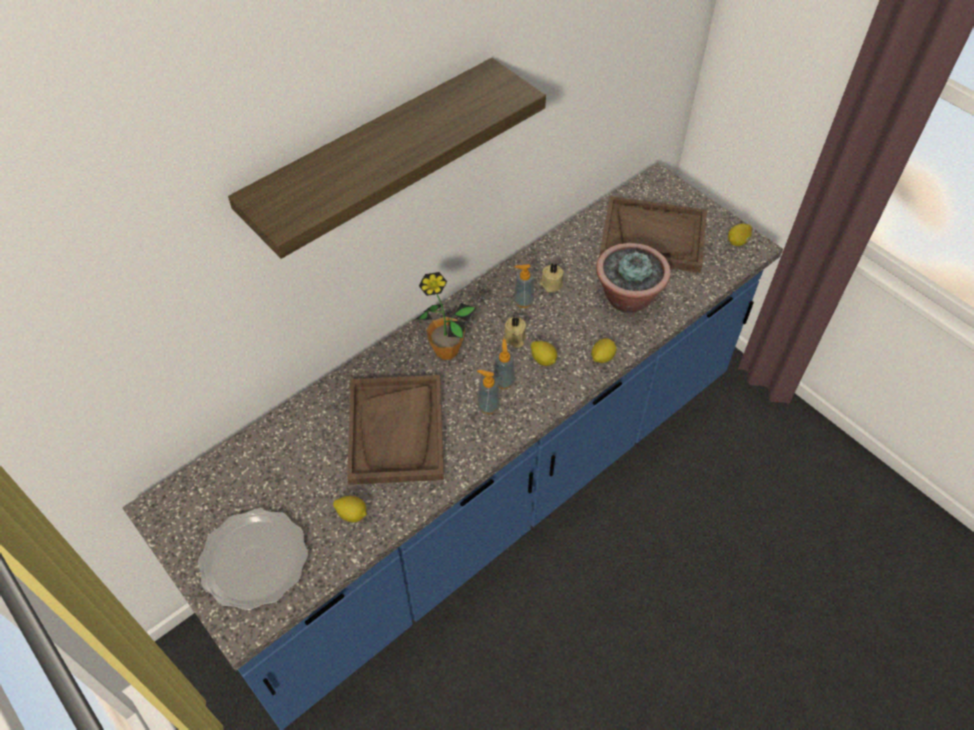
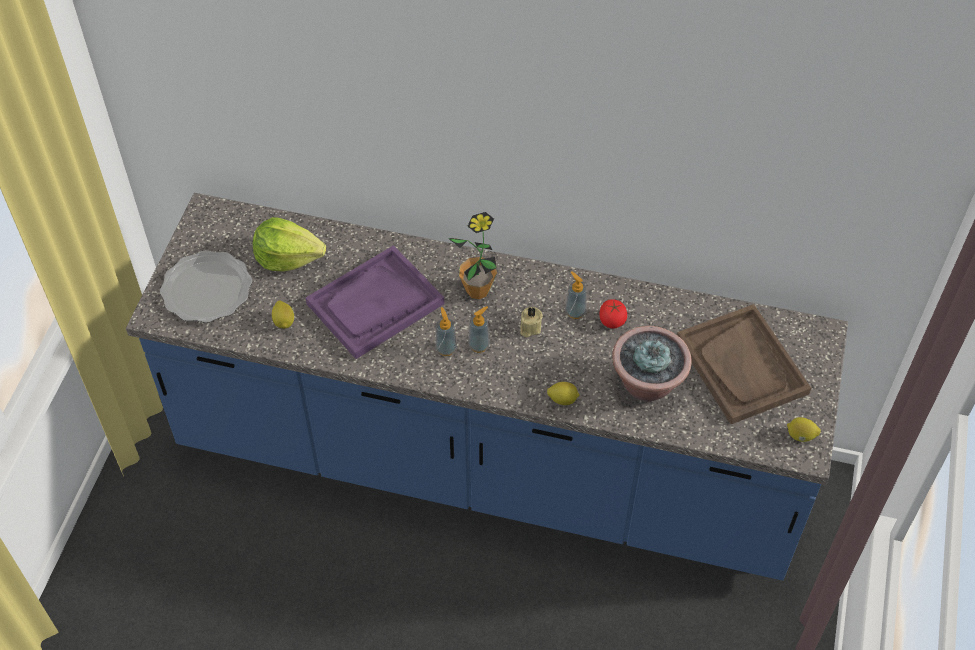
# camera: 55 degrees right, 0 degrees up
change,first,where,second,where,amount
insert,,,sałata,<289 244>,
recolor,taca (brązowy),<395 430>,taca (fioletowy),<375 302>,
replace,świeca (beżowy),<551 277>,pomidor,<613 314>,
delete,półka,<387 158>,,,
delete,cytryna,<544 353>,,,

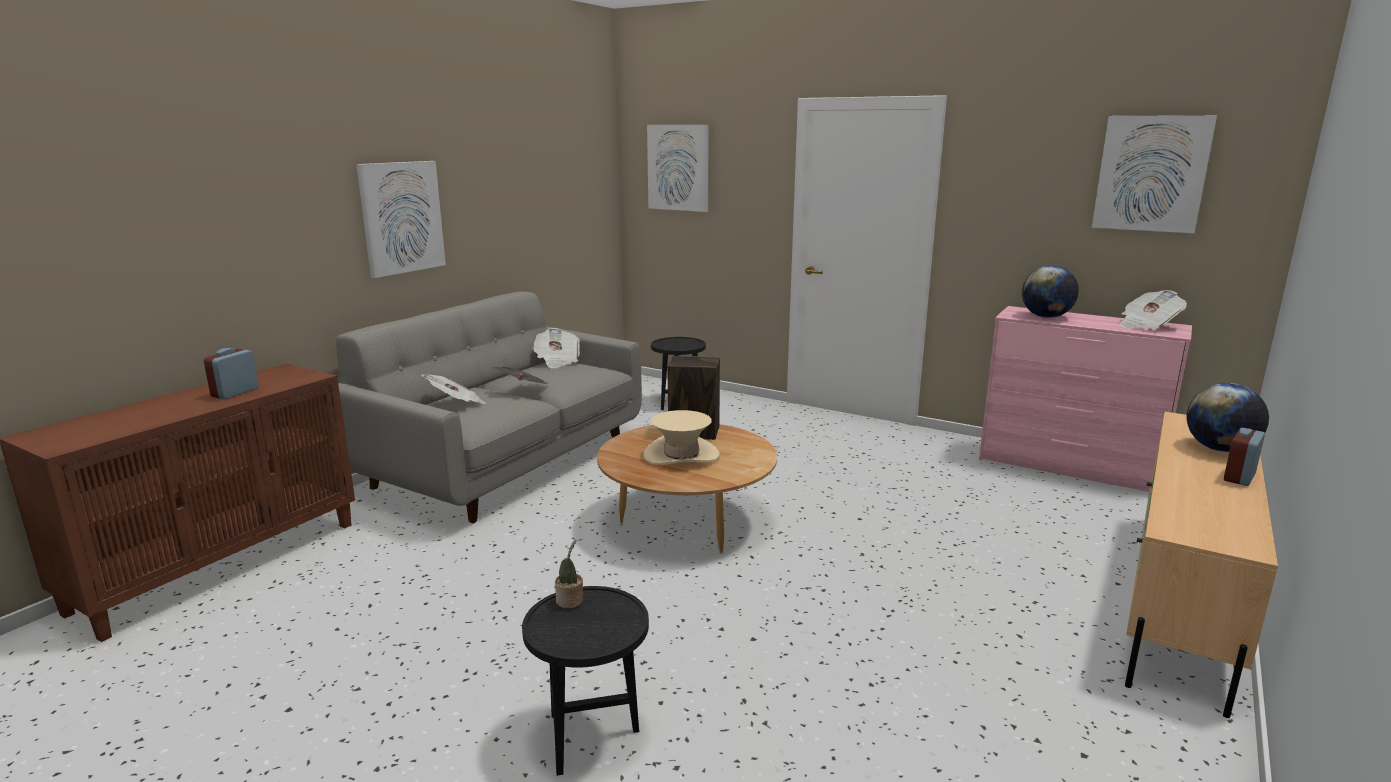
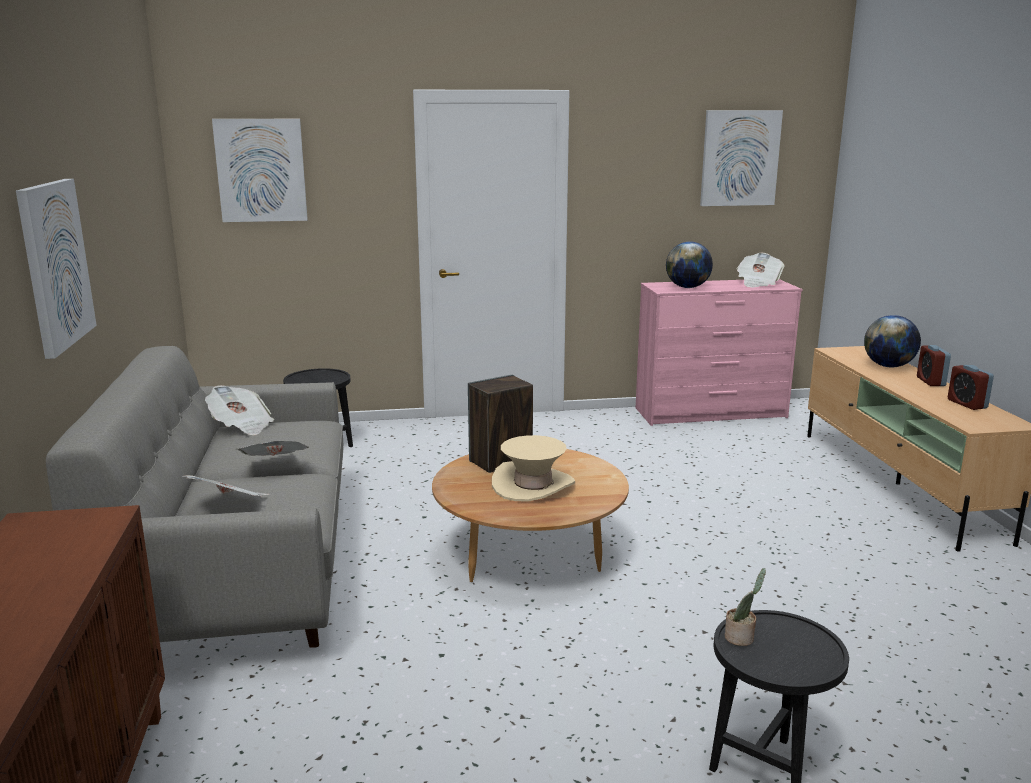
# camera: 40 degrees left, 0 degrees up
change,first,where,second,where,amount
move,budzik,<231 373>,,<971 387>,

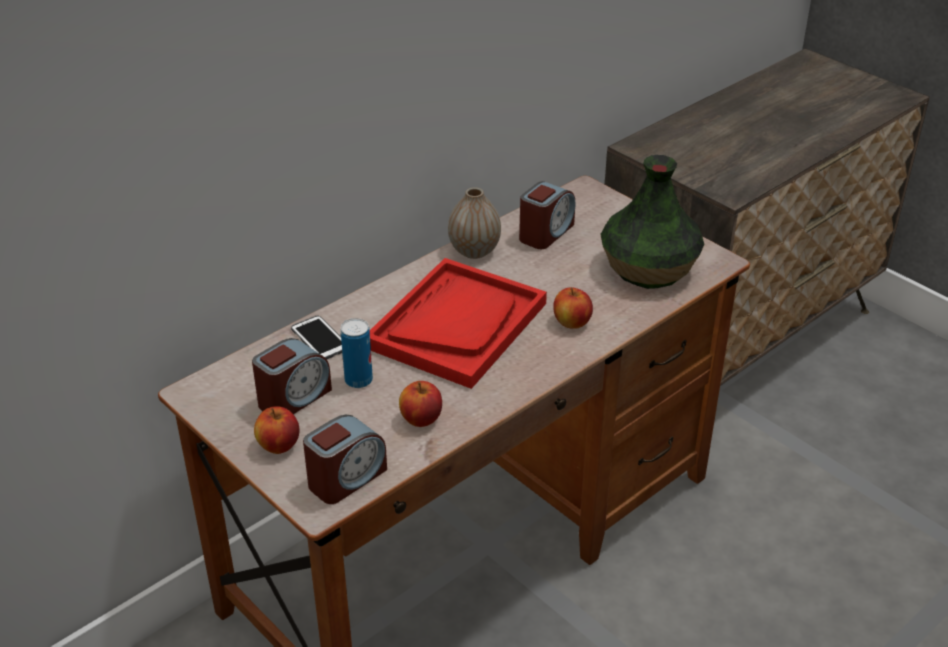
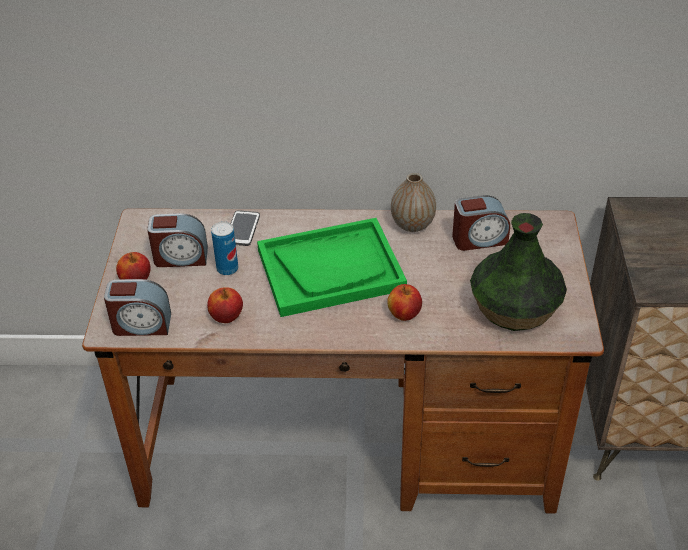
# camera: 45 degrees right, 5 degrees up
change,first,where,second,where,amount
recolor,taca (czerwony),<458 323>,taca (zielony),<332 267>,

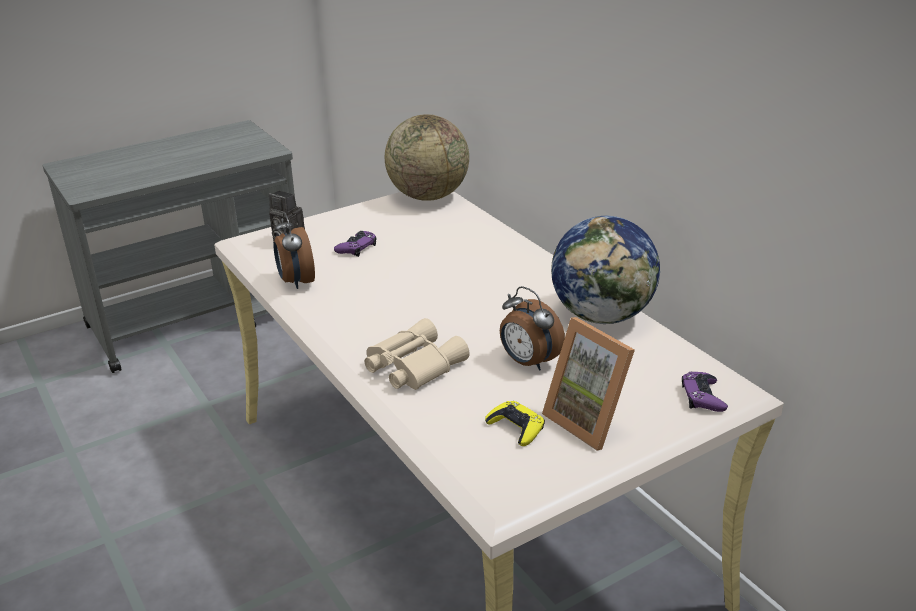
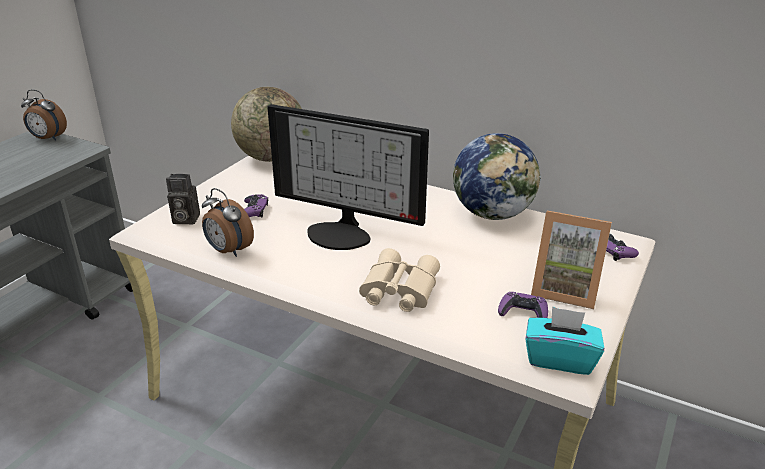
# camera: 30 degrees left, 0 degrees up
change,first,where,second,where,amount
move,budzik,<532 328>,,<44 115>,
insert,,,monitor,<348 177>,
recolor,pad do gier (żółty),<515 423>,pad do gier (fioletowy),<523 305>,
insert,,,pudełko chusteczek (turkusowy),<565 340>,

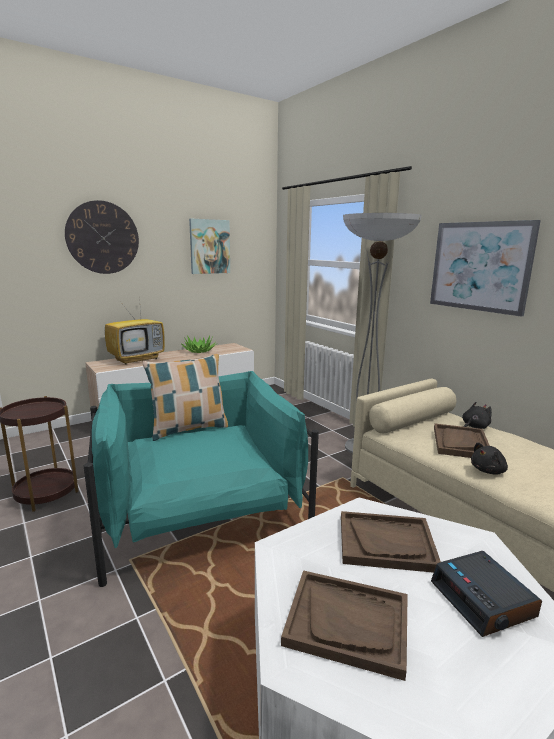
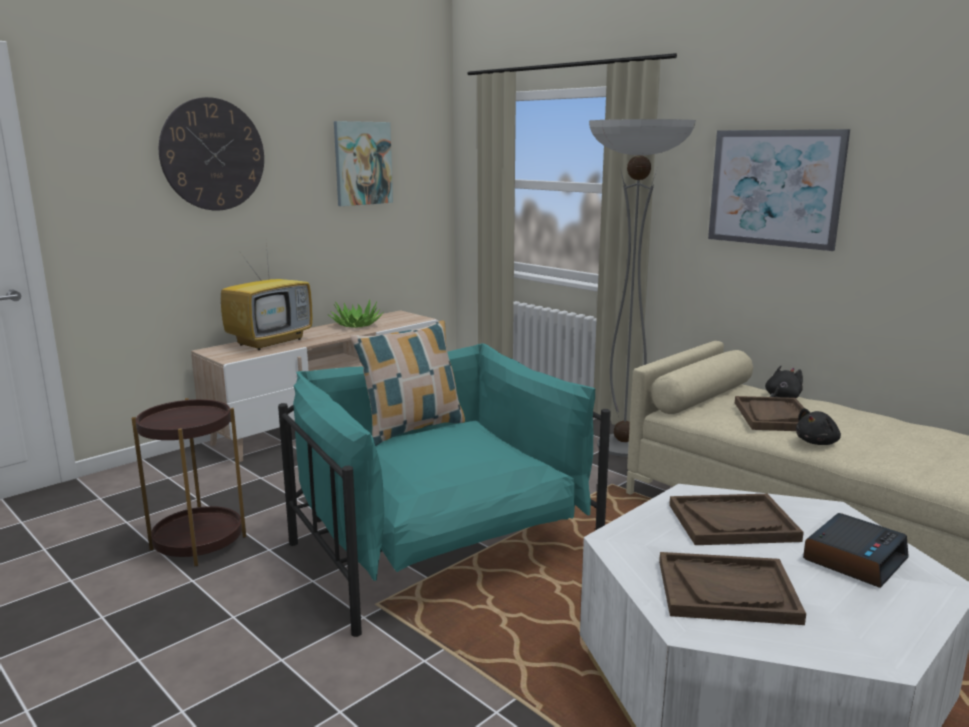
# camera: 10 degrees left, 0 degrees up
change,first,where,second,where,amount
rotate,budzik,<486 594>,,<856 550>,105 degrees counterclockwise

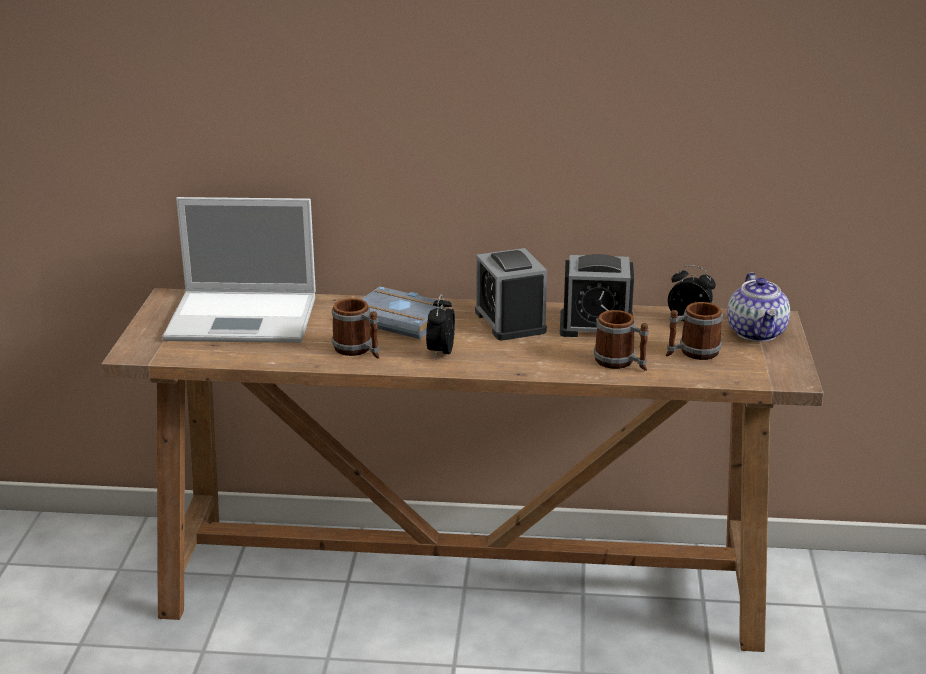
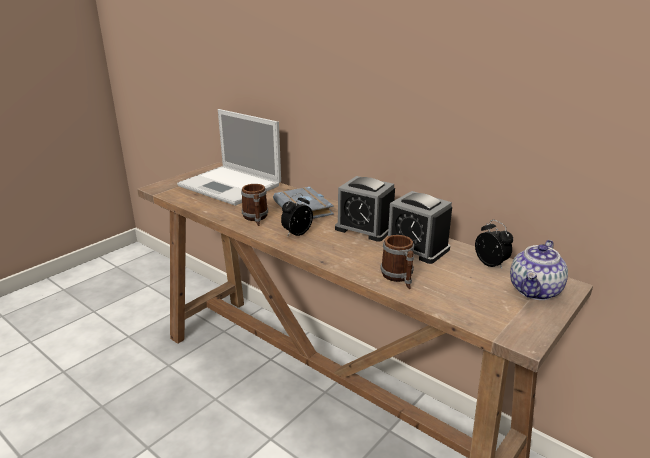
# camera: 35 degrees right, 0 degrees up
change,first,where,second,where,amount
rotate,budzik,<511 294>,,<365 209>,75 degrees counterclockwise
delete,kubek,<694 331>,,,

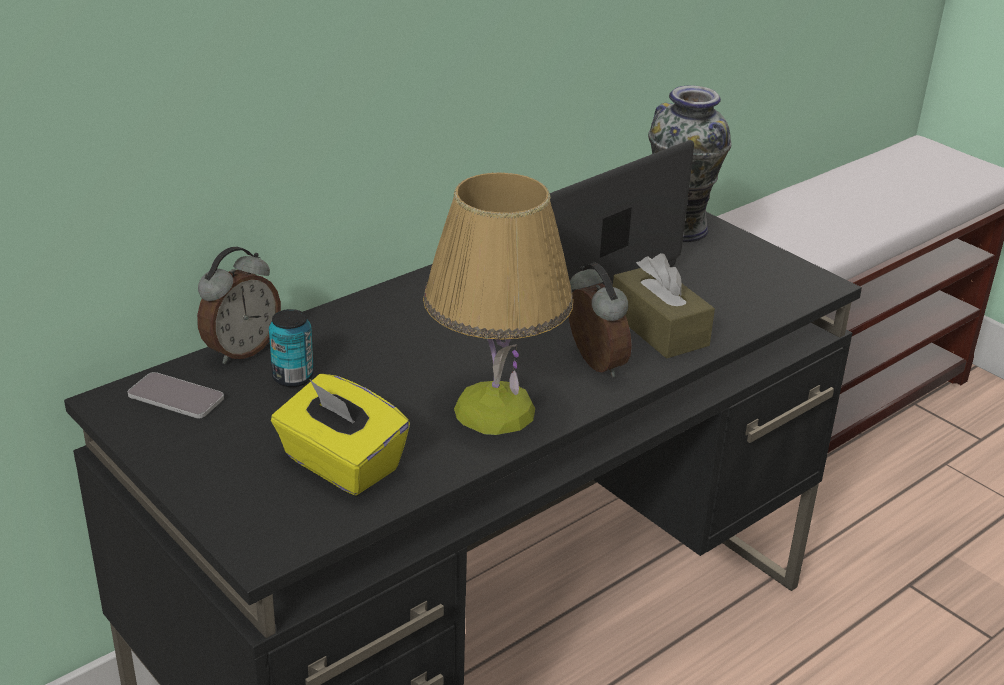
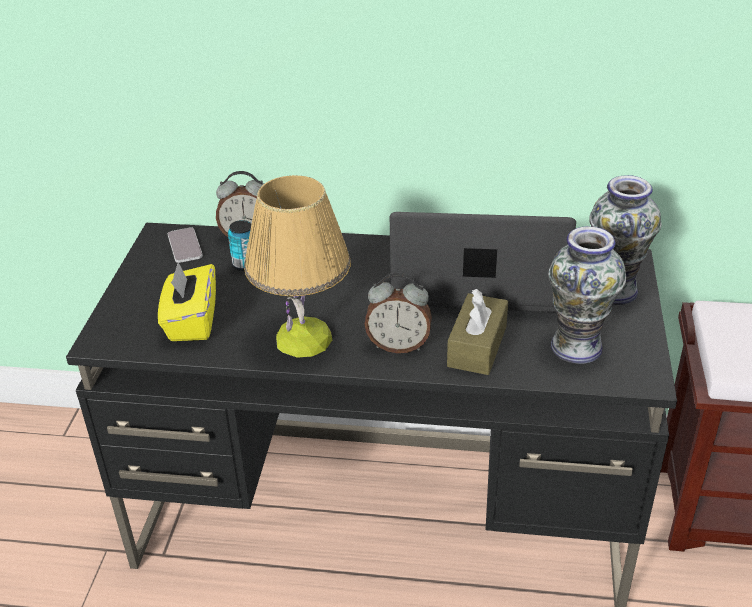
# camera: 50 degrees right, 5 degrees up
change,first,where,second,where,amount
rotate,budzik,<600 320>,,<398 313>,75 degrees clockwise
insert,,,wazon,<587 295>,

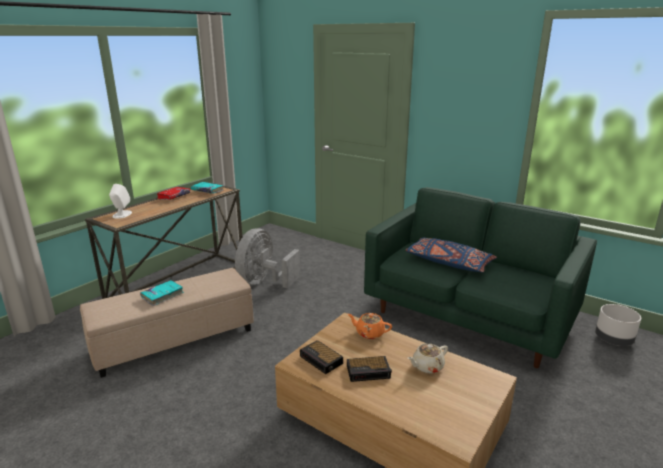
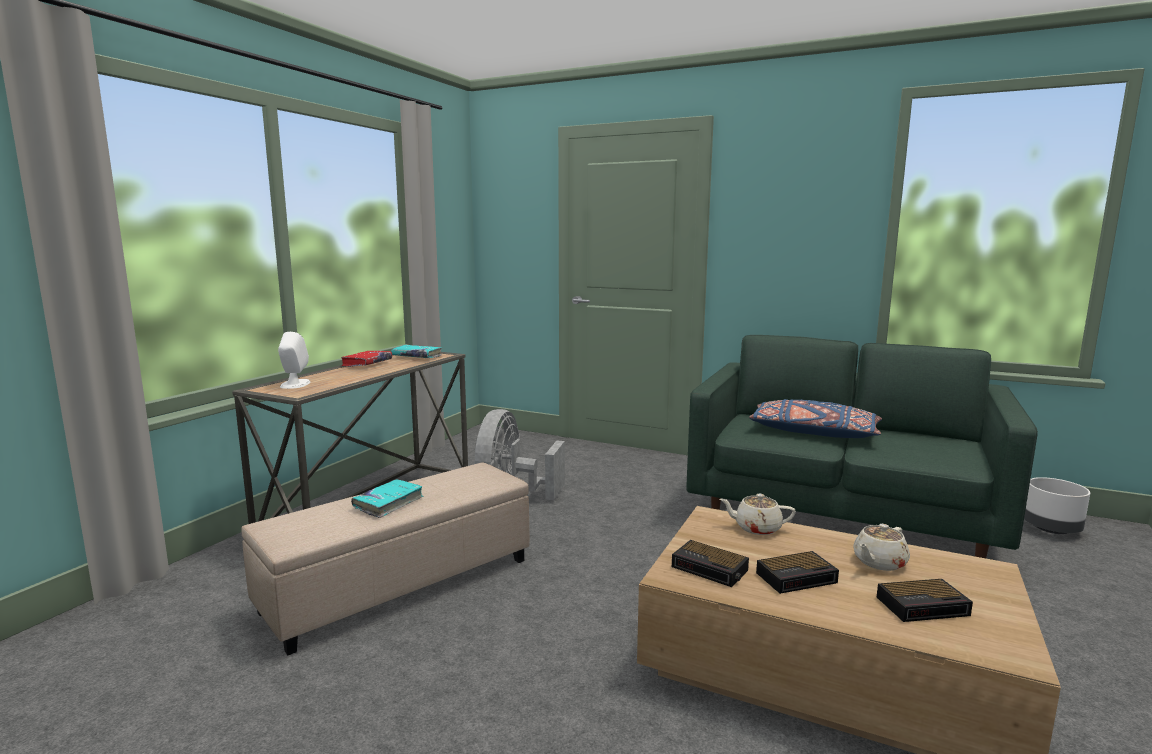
# camera: 10 degrees left, 10 degrees down
change,first,where,second,where,amount
recolor,imbryk (pomarańczowy),<370 326>,imbryk (beżowy),<758 514>,
insert,,,budzik,<925 600>,

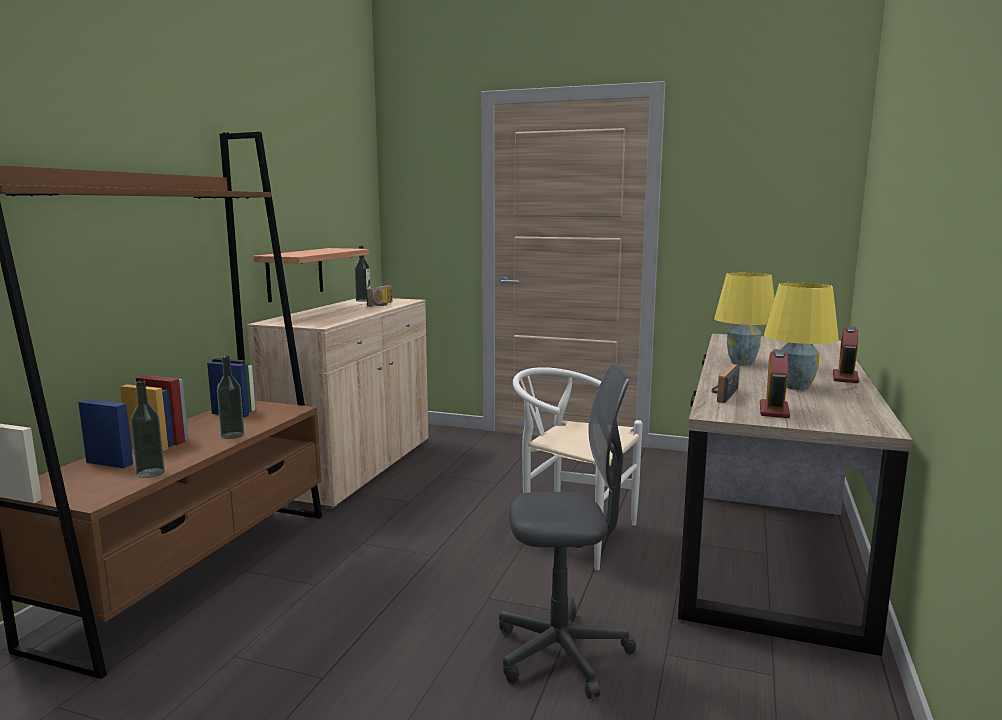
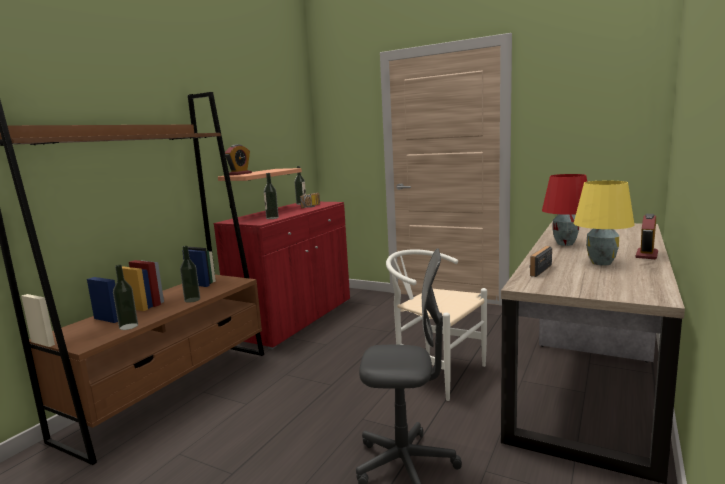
# camera: 10 degrees right, 0 degrees up
change,first,where,second,where,amount
recolor,szafka (beżowy),<337 404>,szafka (czerwony),<282 275>,
move,budzik,<775 383>,,<238 159>,
insert,,,butelka,<271 196>,
recolor,lampa stołowa (żółty),<744 319>,lampa stołowa (czerwony),<564 210>,

